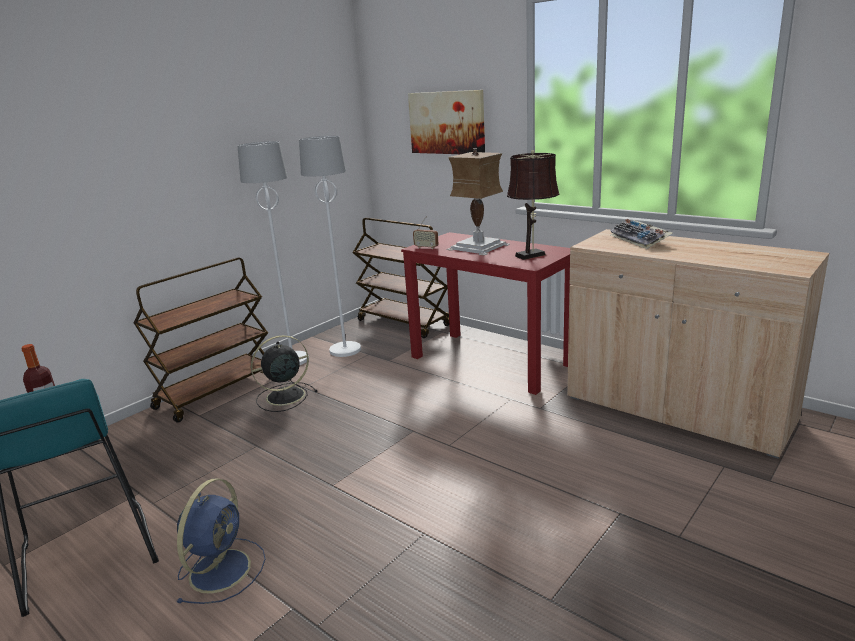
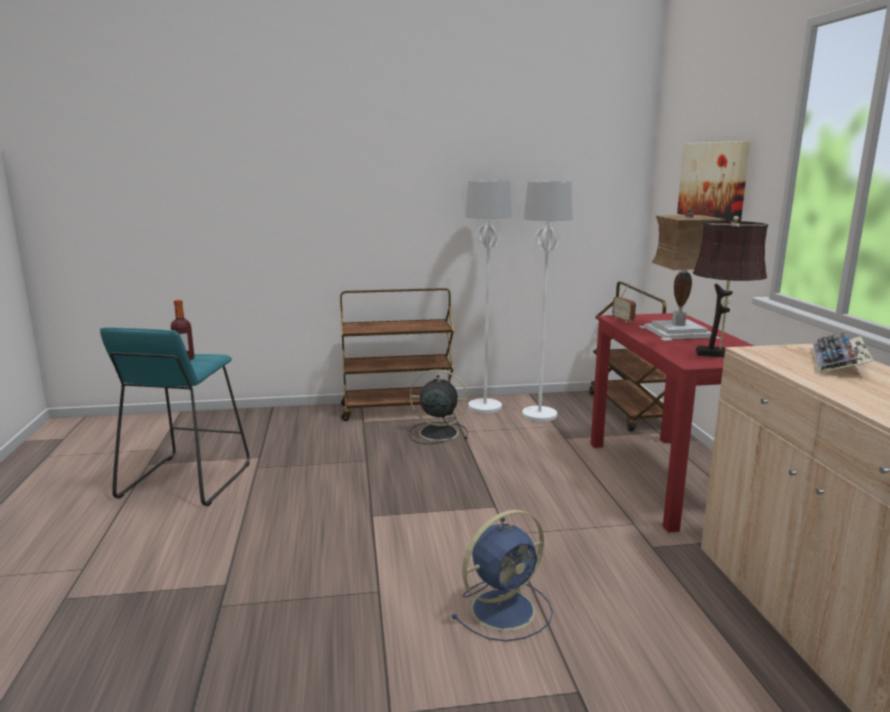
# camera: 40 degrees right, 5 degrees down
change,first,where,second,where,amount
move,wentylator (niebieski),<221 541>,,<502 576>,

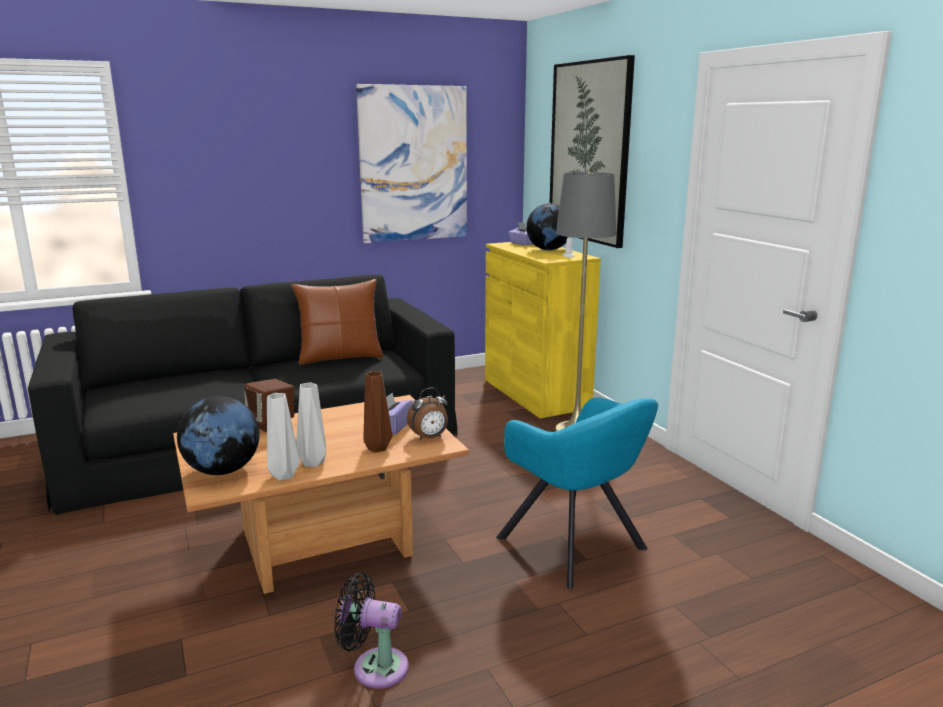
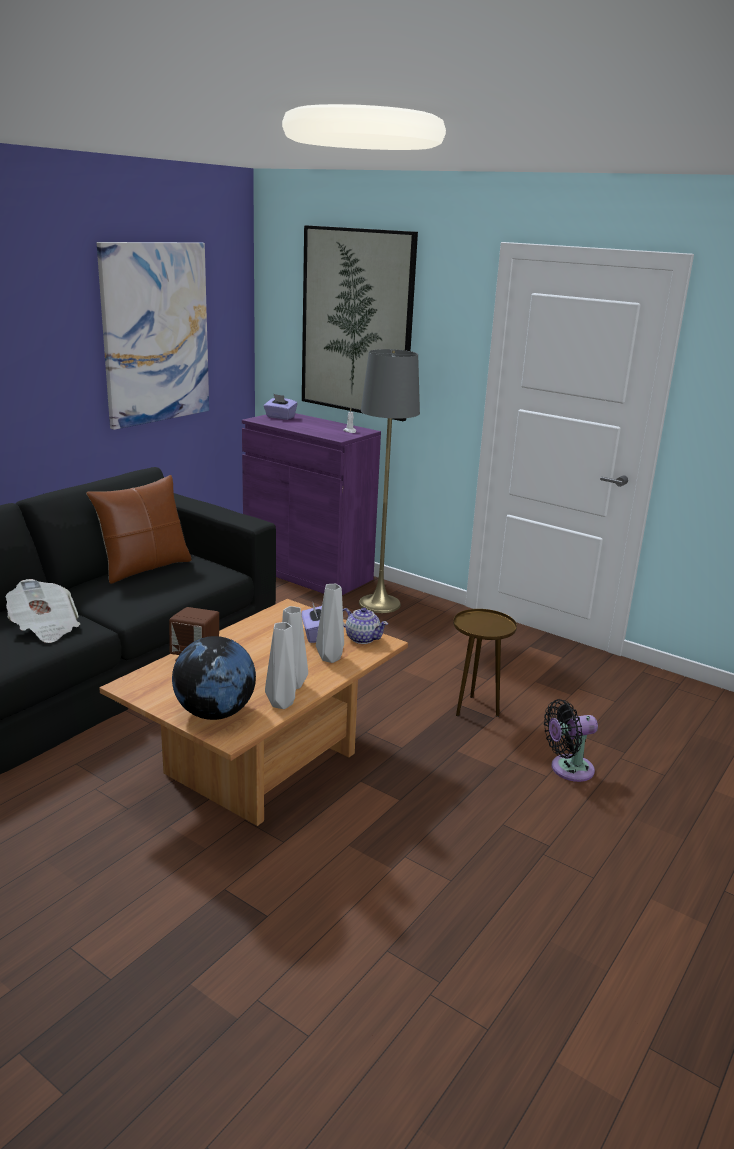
# camera: 30 degrees left, 5 degrees up
change,first,where,second,where,amount
insert,,,gazeta,<43 611>,
recolor,szafka (żółty),<543 330>,szafka (fioletowy),<311 504>,
recolor,wazon (brązowy),<378 411>,wazon (szary),<330 623>,
replace,budzik,<427 414>,imbryk,<365 625>,
replace,fotel (turkusowy),<577 493>,stolik (brązowy),<485 663>,
move,wentylator (czarny),<371 630>,,<571 740>,
delete,globus,<547 226>,,,

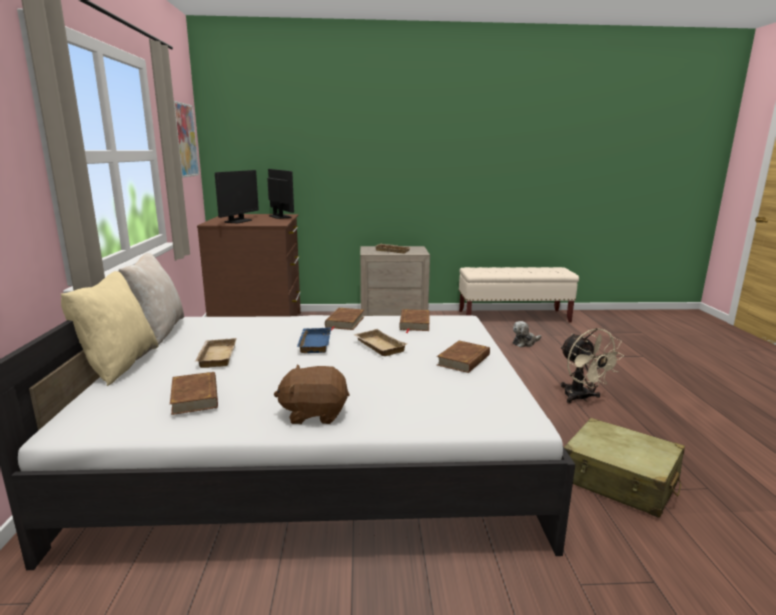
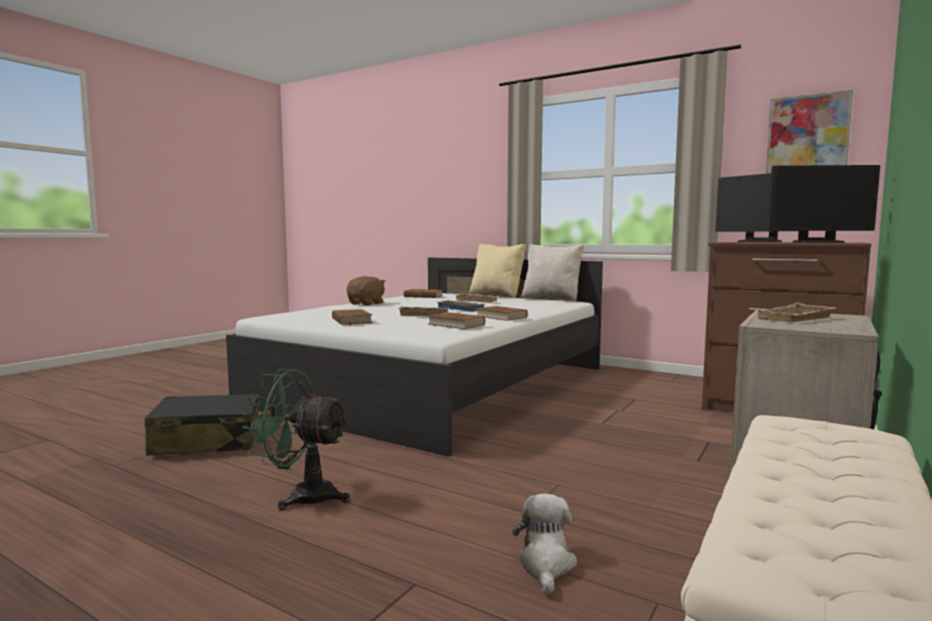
# camera: 125 degrees right, 10 degrees down
change,first,where,second,where,amount
recolor,walizka (beżowy),<624 468>,walizka (czarny),<202 425>,
recolor,wentylator (beżowy),<592 366>,wentylator (zielony),<296 440>,

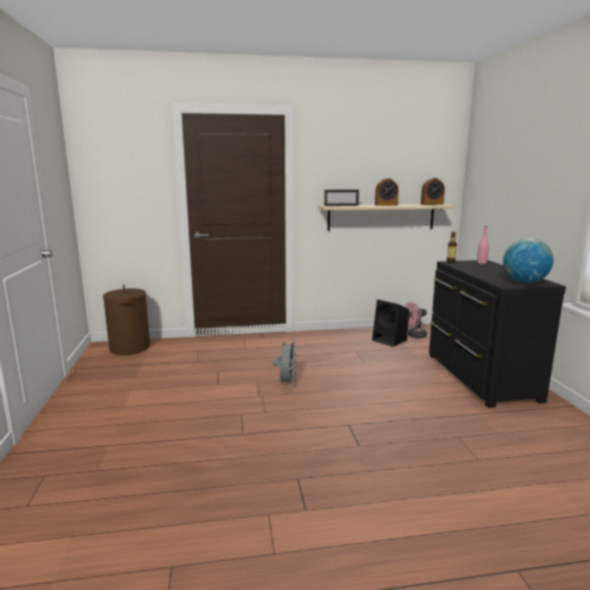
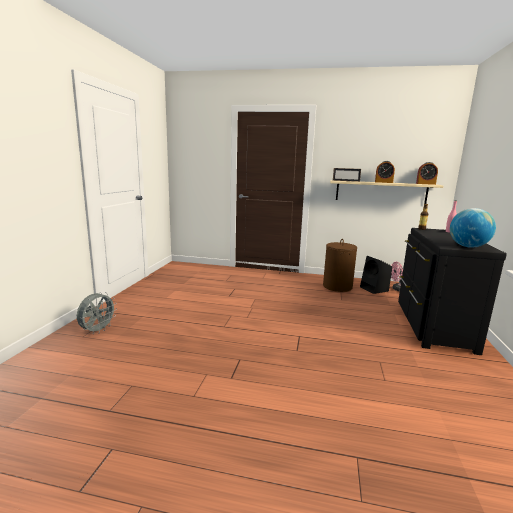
# camera: 20 degrees right, 0 degrees up
change,first,where,second,where,amount
move,wentylator (szary),<285 363>,,<97 313>,
move,kosz na pranie (brązowy),<126 319>,,<340 265>,

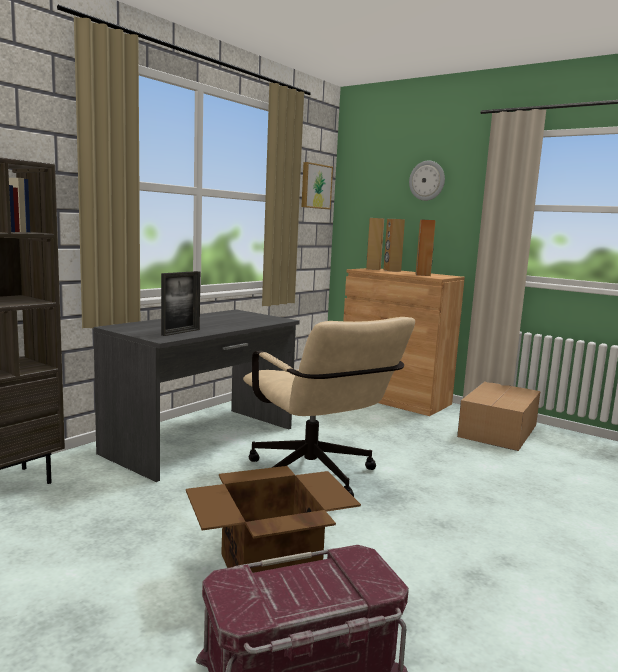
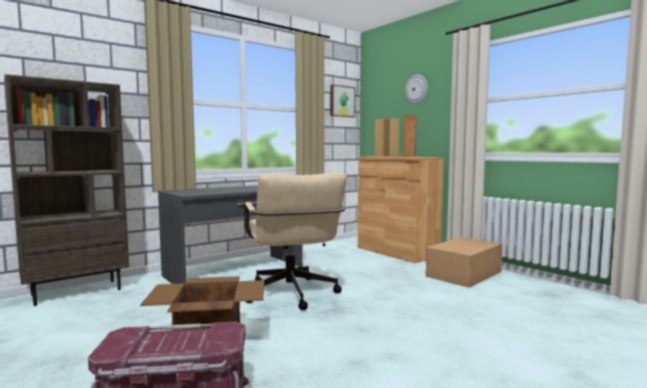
# camera: 15 degrees right, 5 degrees down
change,first,where,second,where,amount
delete,ramka na zdjęcie,<180 303>,,,

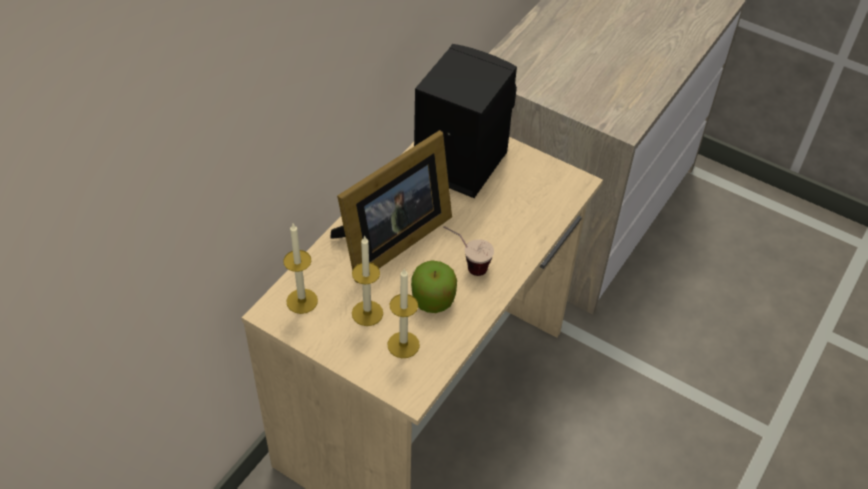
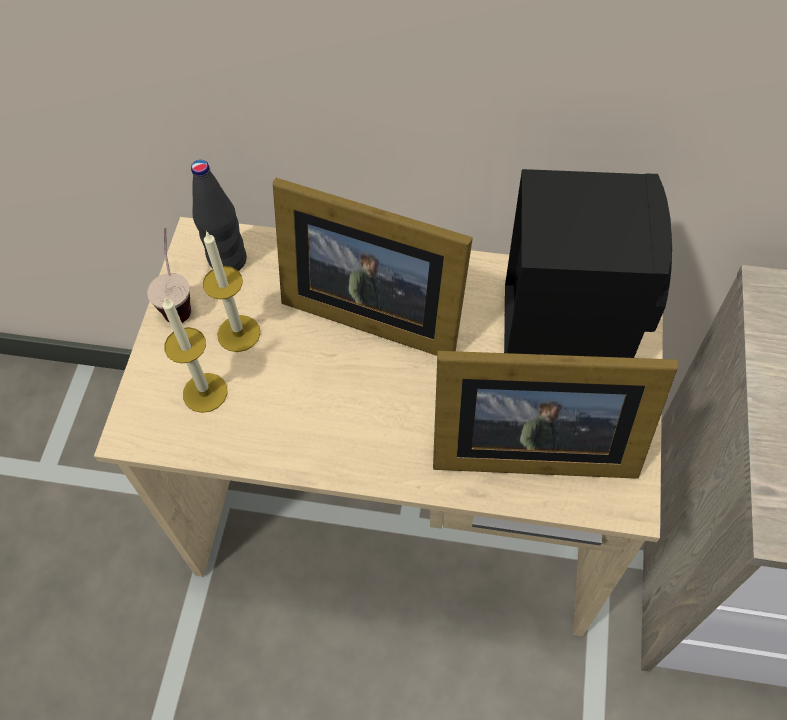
# camera: 70 degrees right, 10 degrees up
change,first,where,second,where,amount
move,filiżanka,<468 251>,,<169 275>,
replace,świeca,<300 269>,butelka (czarny),<219 215>,
insert,,,ramka na zdjęcie,<555 415>,
delete,jabłko,<434 286>,,,

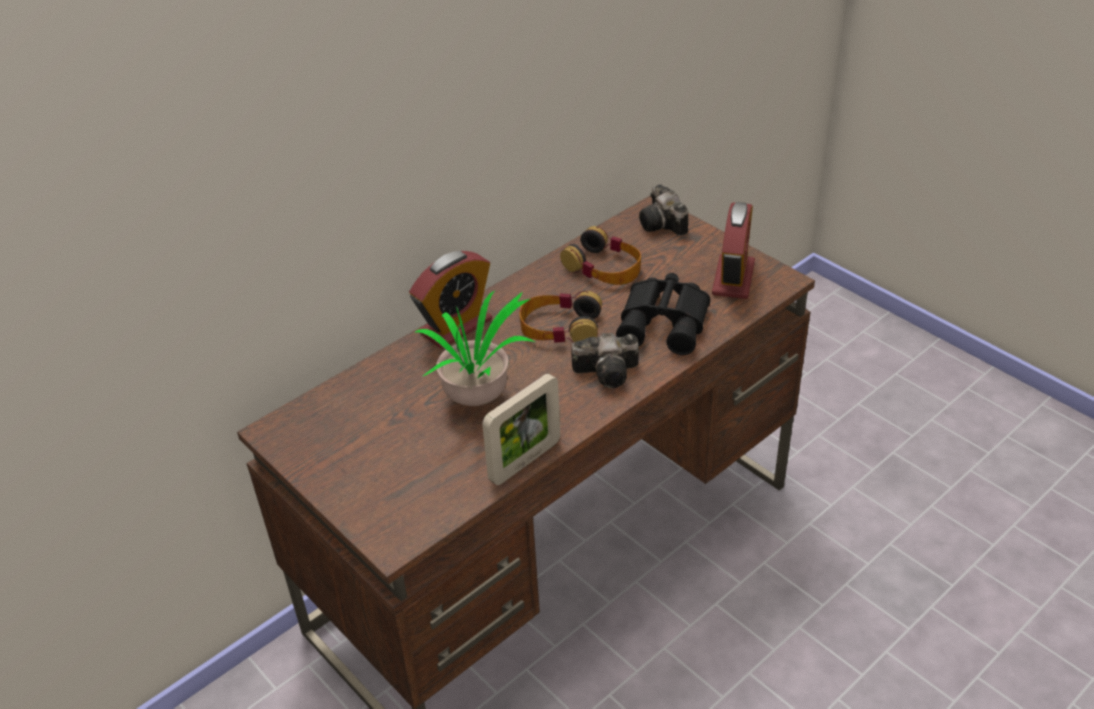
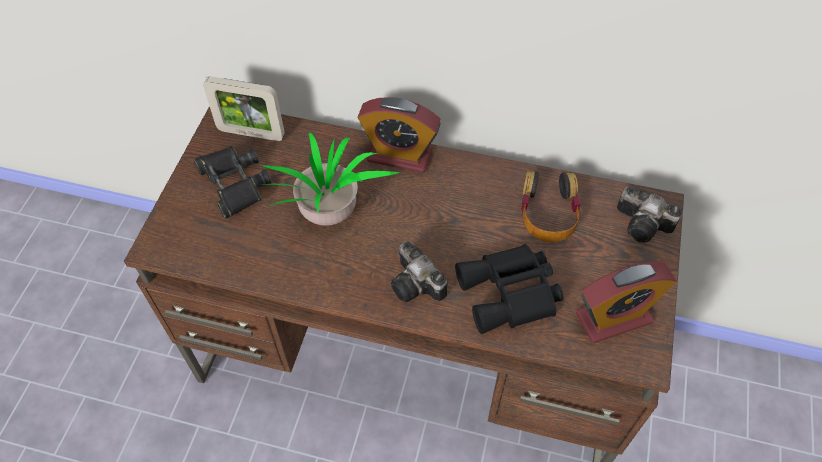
# camera: 55 degrees right, 15 degrees up
change,first,where,second,where,amount
insert,,,lornetka (czarny),<232 182>,
move,ramka na zdjęcie,<521 429>,,<244 108>,
rotate,aparat fotograficzny,<663 210>,,<649 215>,90 degrees counterclockwise
delete,słuchawki,<560 317>,,,

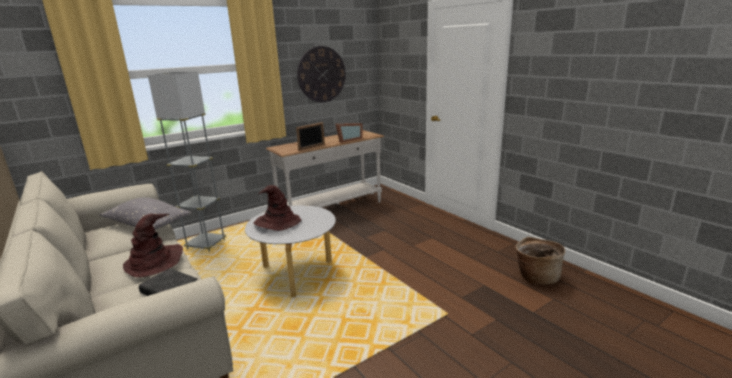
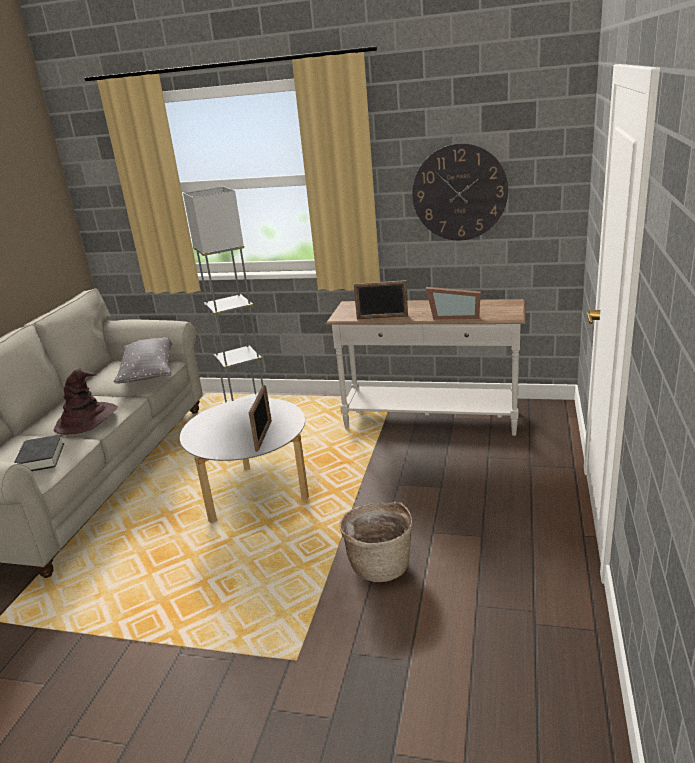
# camera: 50 degrees right, 5 degrees up
change,first,where,second,where,amount
insert,,,ramka na zdjęcie,<260 418>,
move,koszyk,<540 260>,,<376 542>,
delete,kapelusz (brązowy),<277 208>,,,

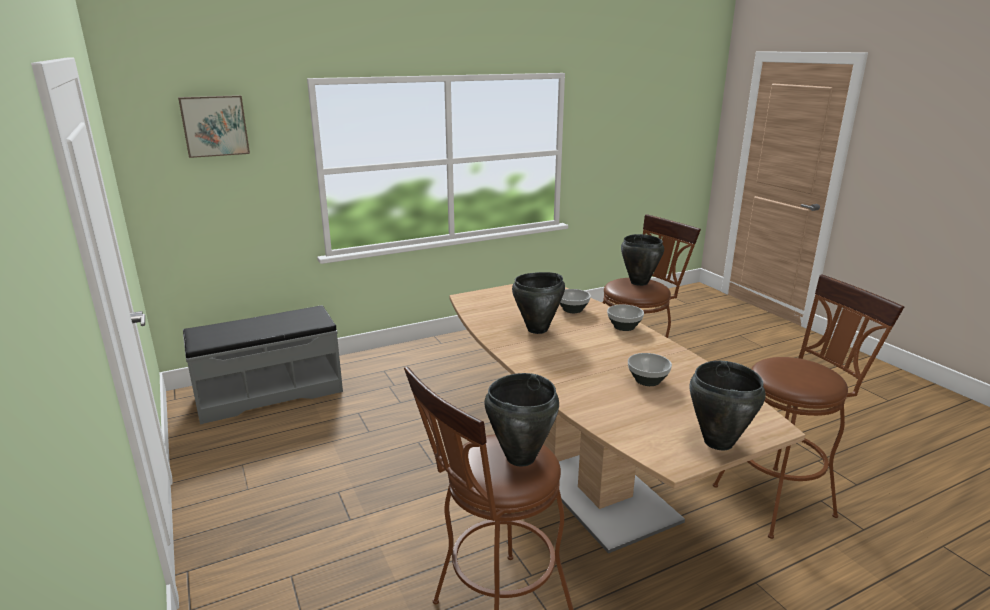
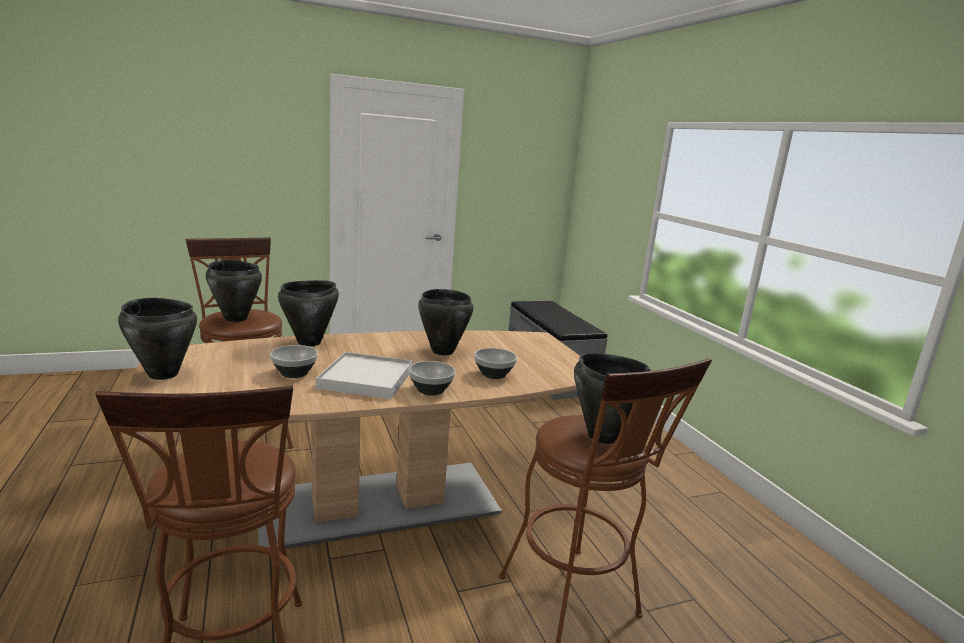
# camera: 95 degrees right, 5 degrees down
change,first,where,second,where,amount
insert,,,garnek (czarny),<308 313>,
insert,,,taca (biały),<364 375>,
delete,obraz,<214 126>,,,

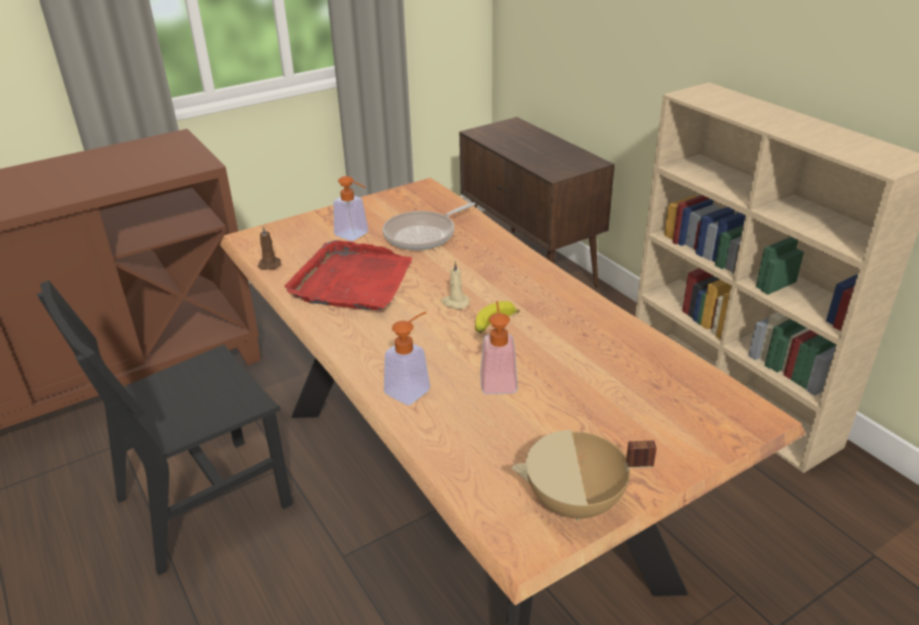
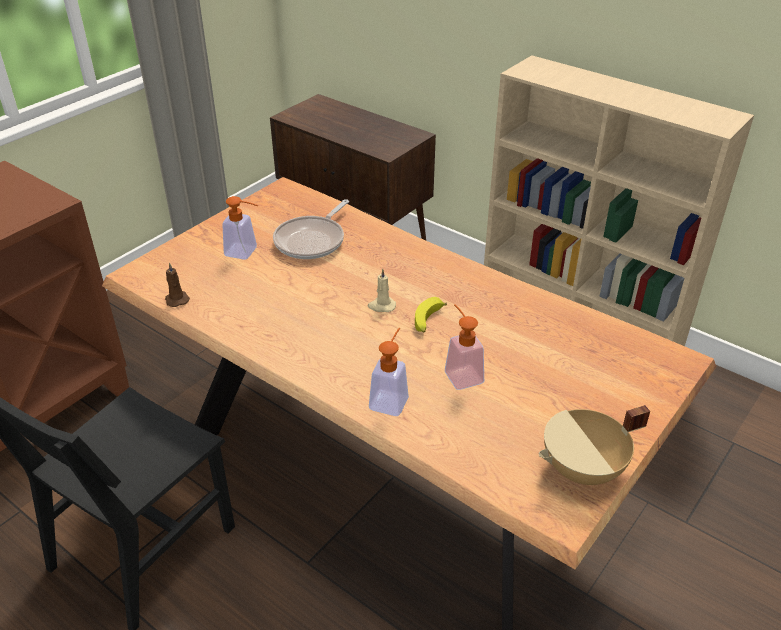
# camera: 20 degrees left, 5 degrees up
change,first,where,second,where,amount
delete,taca (czerwony),<348 275>,,,

